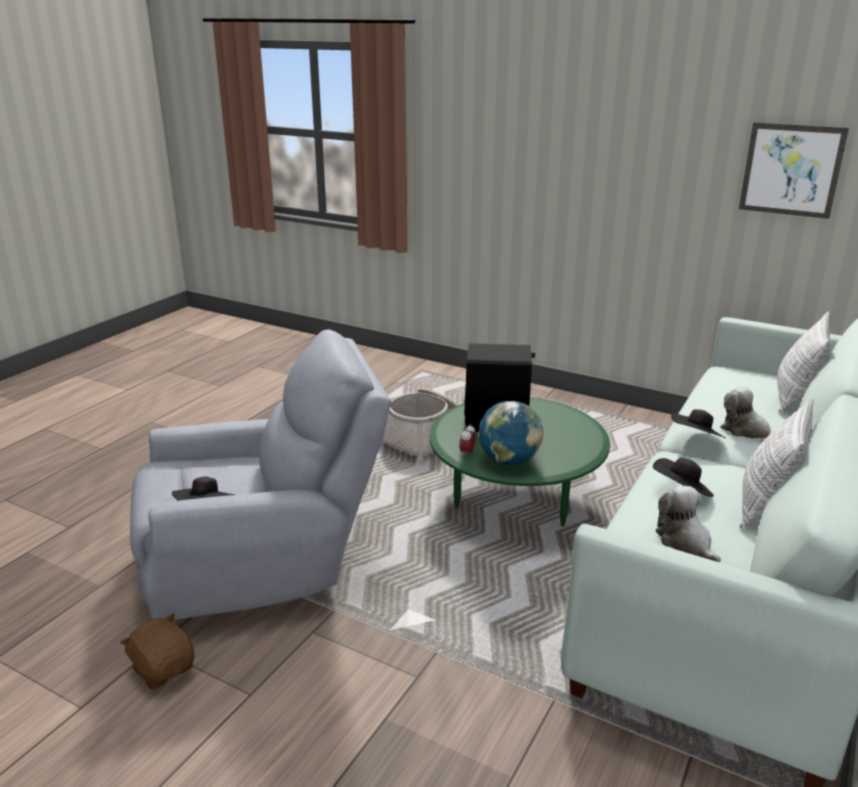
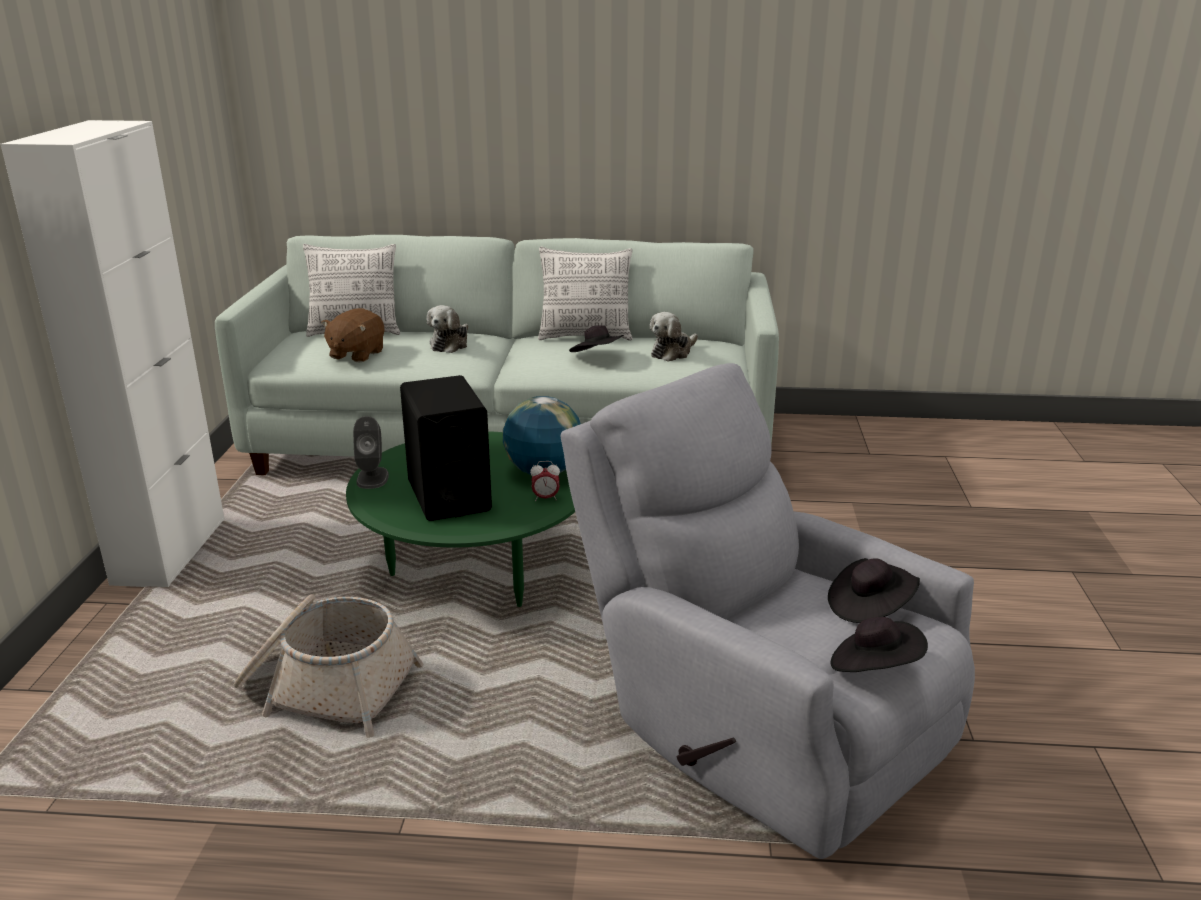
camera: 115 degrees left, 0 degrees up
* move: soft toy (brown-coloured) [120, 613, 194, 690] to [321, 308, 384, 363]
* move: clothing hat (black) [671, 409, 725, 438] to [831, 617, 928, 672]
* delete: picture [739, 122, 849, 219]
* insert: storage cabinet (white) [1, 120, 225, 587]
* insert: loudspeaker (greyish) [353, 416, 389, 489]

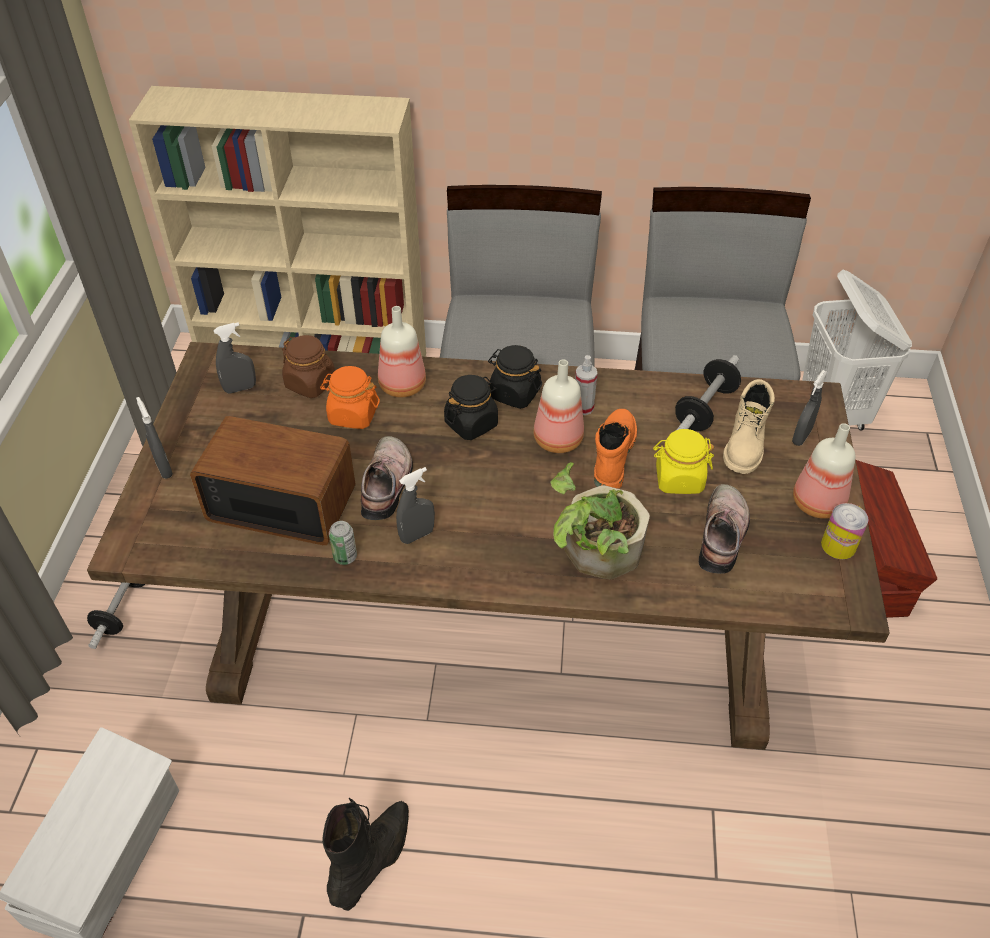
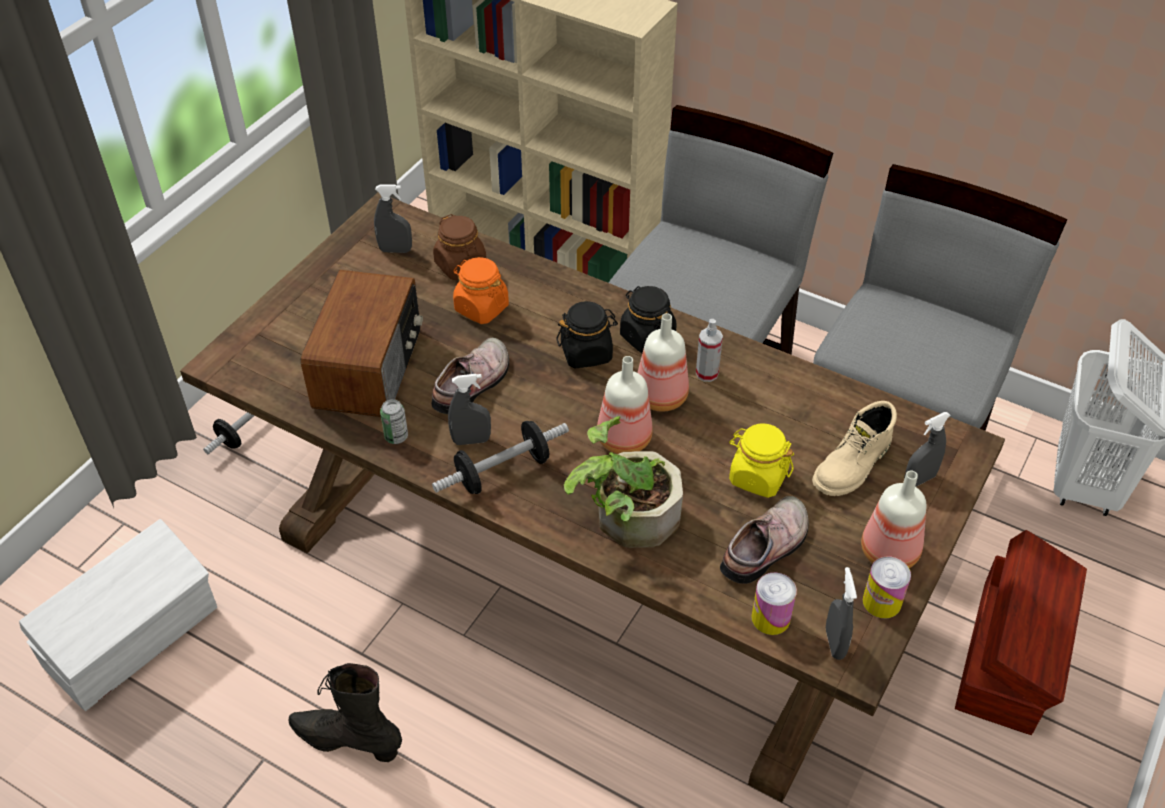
camera: 25 degrees right, 0 degrees up
* move: hand sprayer (greyish) [136, 397, 173, 479] to [826, 567, 857, 660]
* rotate: radio receiver [190, 416, 356, 545] = [301, 270, 423, 417] 60 degrees clockwise
* rotate: boot (black) [322, 798, 409, 911] = [288, 663, 402, 762] 120 degrees counterclockwise
* move: bottle [378, 306, 426, 397] to [597, 356, 653, 454]
* delete: boot (orange-coloured) [594, 409, 637, 489]
* move: dumbbell [675, 355, 741, 431] to [432, 421, 569, 494]
* insert: metal can [751, 572, 797, 635]

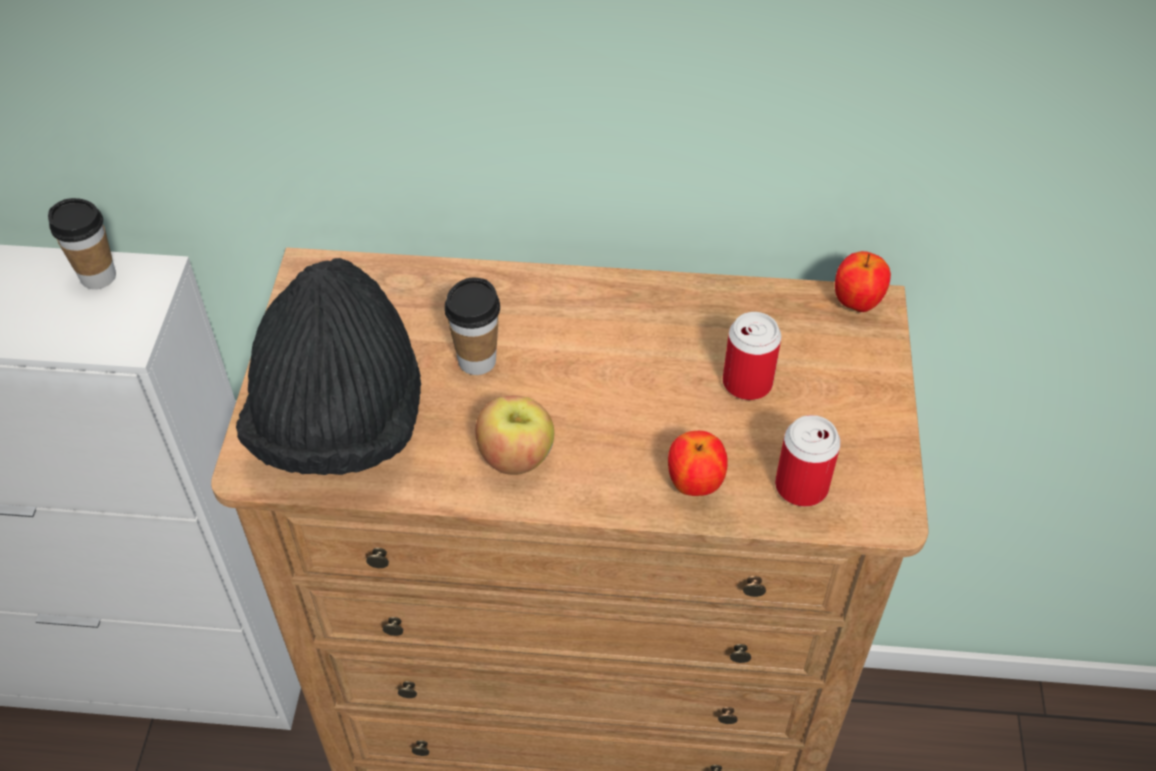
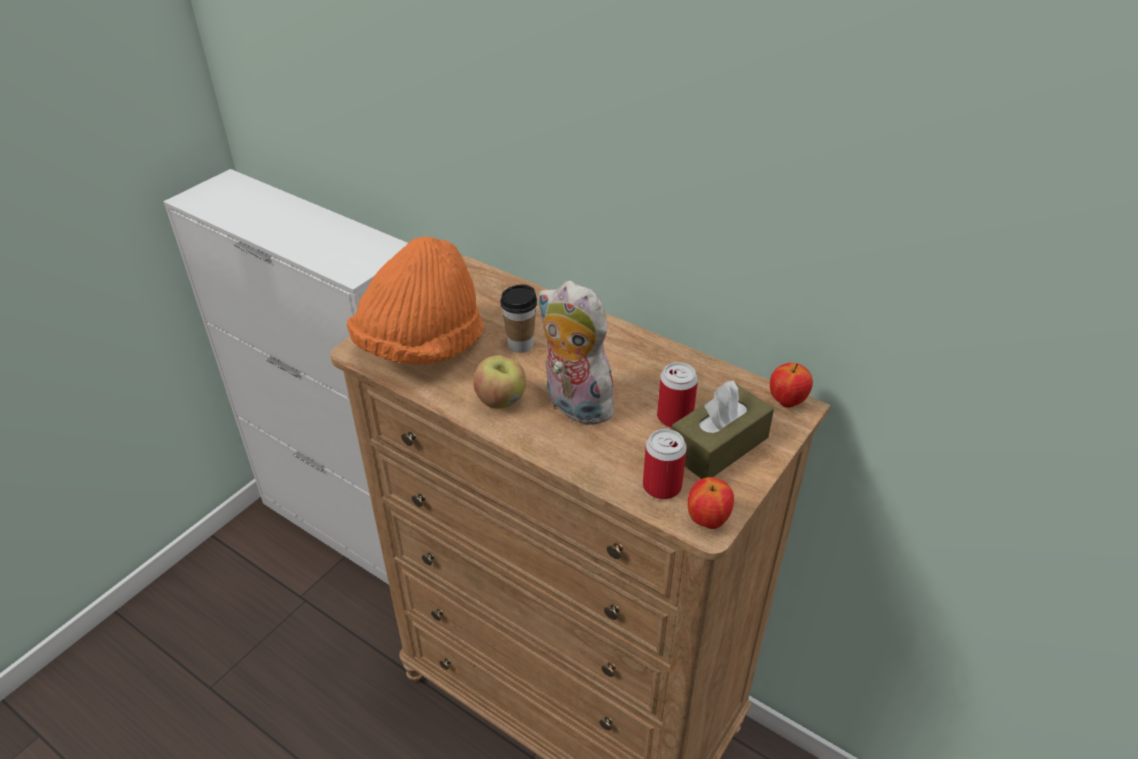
camera: 30 degrees right, 10 degrees down
* delete: small cup [48, 198, 116, 289]
* recolor: clothing hat (black) [236, 258, 421, 475] to clothing hat (orange-coloured) [347, 236, 483, 365]
* move: apple fruit [668, 431, 728, 496] to [688, 477, 734, 529]
* insert: soft toy [539, 281, 619, 425]
* insert: tissue box (brown-coloured) [671, 381, 774, 479]

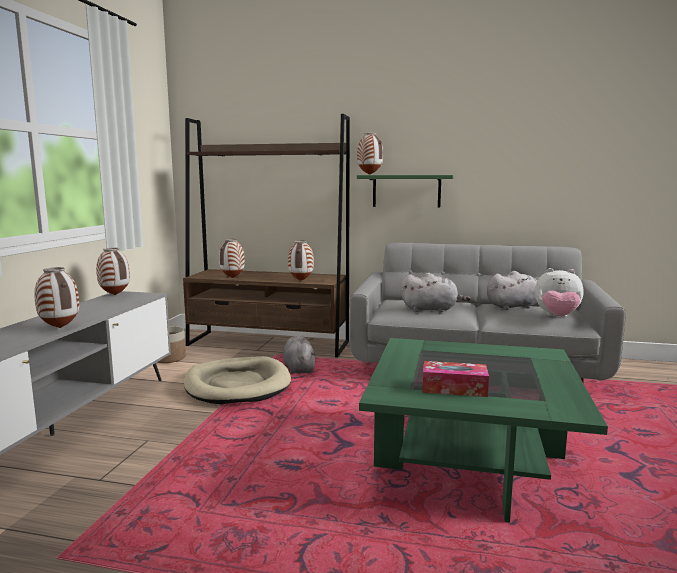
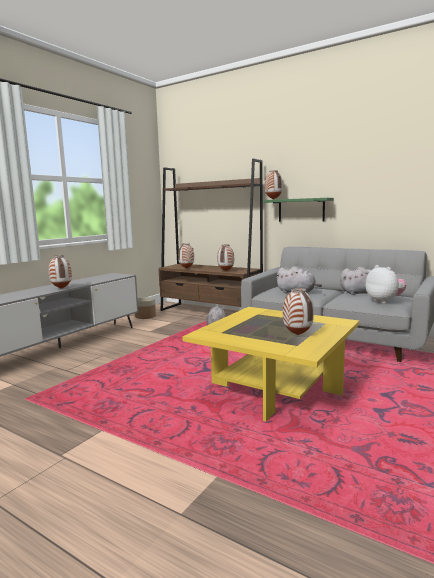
camera: 20 degrees right, 0 degrees up
* move: flower vase [96, 248, 130, 295] to [283, 288, 314, 335]
* delete: dog bed (beige) [183, 356, 291, 404]
* recolor: coffee table (green-coloured) [359, 338, 608, 523] to coffee table (yellow) [182, 307, 359, 421]
* delete: tissue box [422, 361, 489, 397]
* rotate: soft toy [535, 268, 583, 317] = [365, 265, 406, 303] 150 degrees counterclockwise

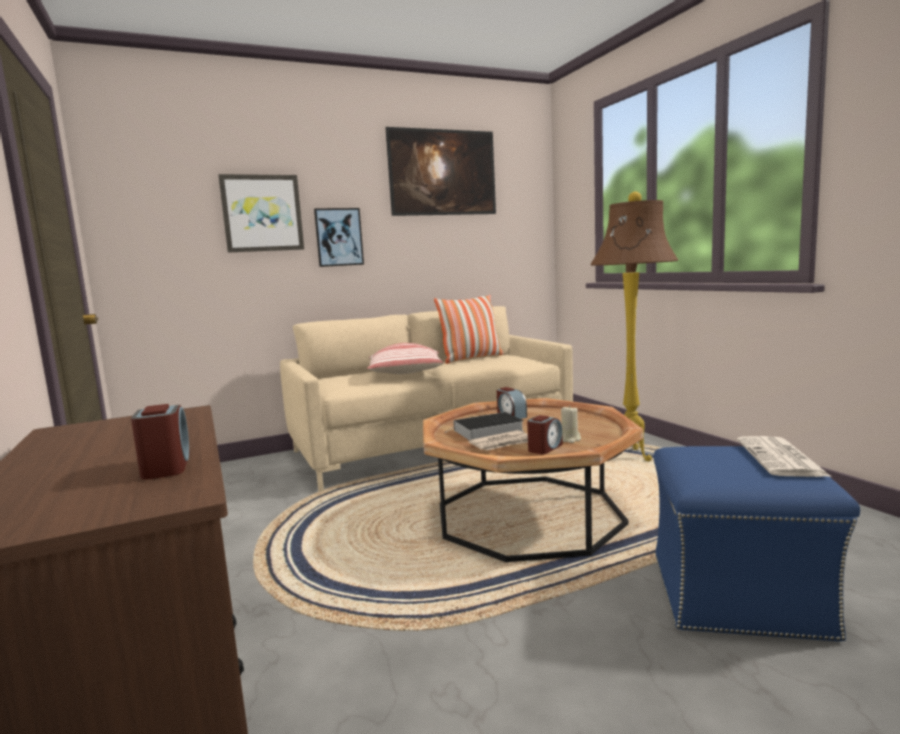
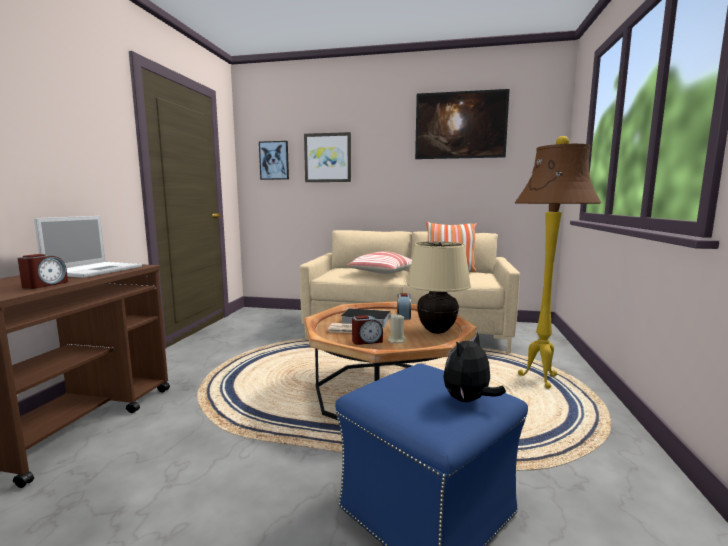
camera: 35 degrees right, 0 degrees up
* move: picture [314, 208, 364, 267] to [259, 141, 289, 180]
* replace: newspaper [737, 436, 831, 477] to soft toy [443, 332, 506, 402]
* insert: laptop [34, 216, 142, 278]
* insert: tabletop lamp (beige) [407, 242, 471, 334]

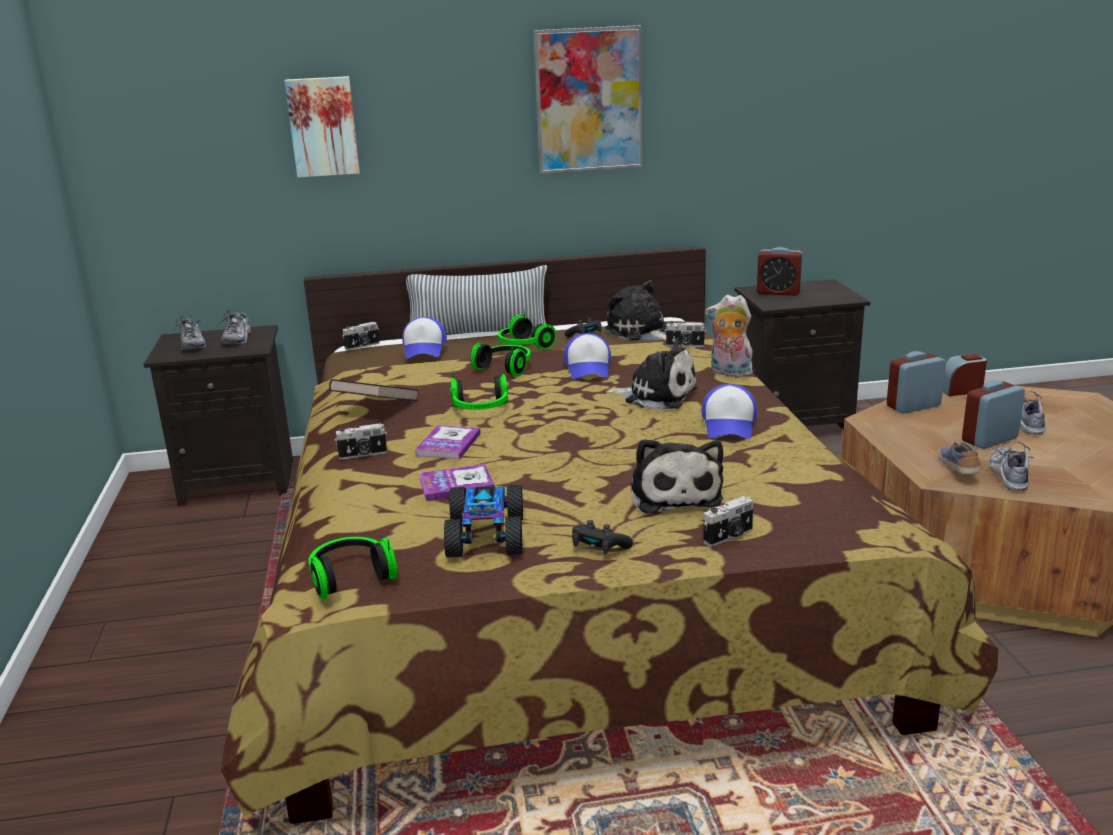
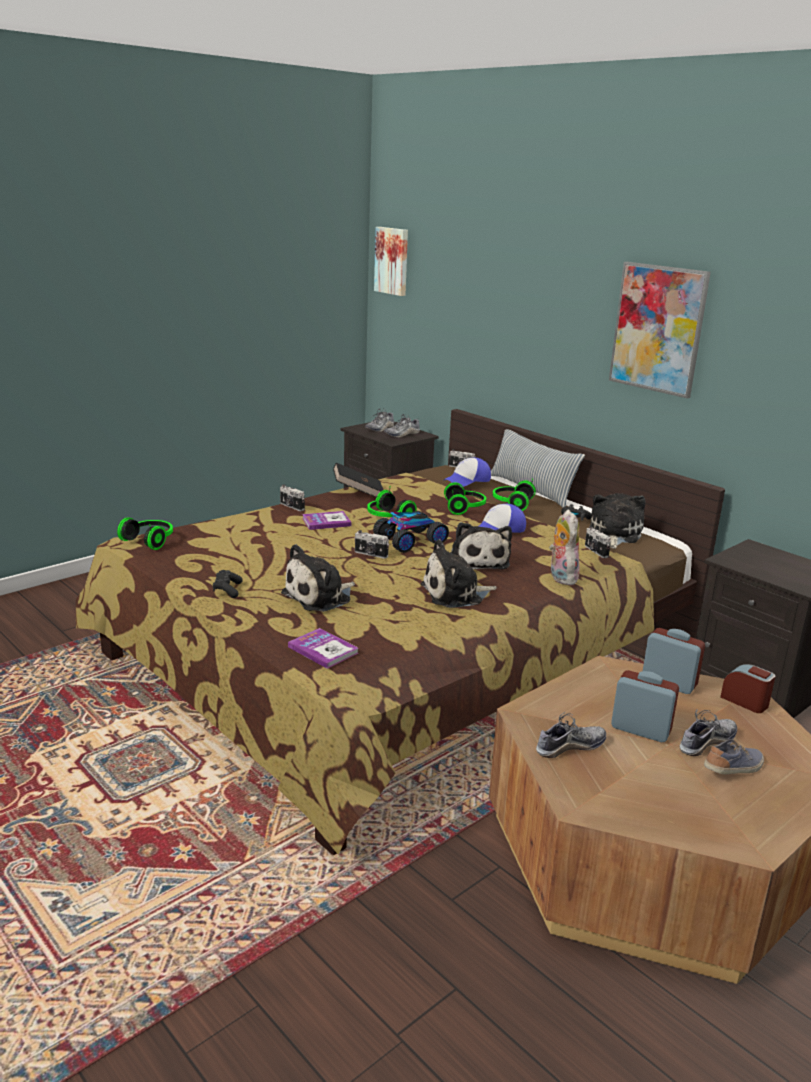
camera: 55 degrees right, 0 degrees up
* move: picture [285, 76, 360, 177] to [374, 227, 408, 296]
* move: volume [419, 464, 495, 501] to [288, 628, 358, 669]
* move: model car [444, 485, 523, 558] to [373, 511, 449, 553]
* replace: peaked cap [702, 384, 757, 439] to soft toy [421, 539, 497, 608]
* move: still camera [703, 496, 753, 547] to [354, 530, 389, 559]
* delete: table clock [757, 247, 802, 296]
* move: shoe [938, 442, 981, 474] to [704, 739, 764, 774]

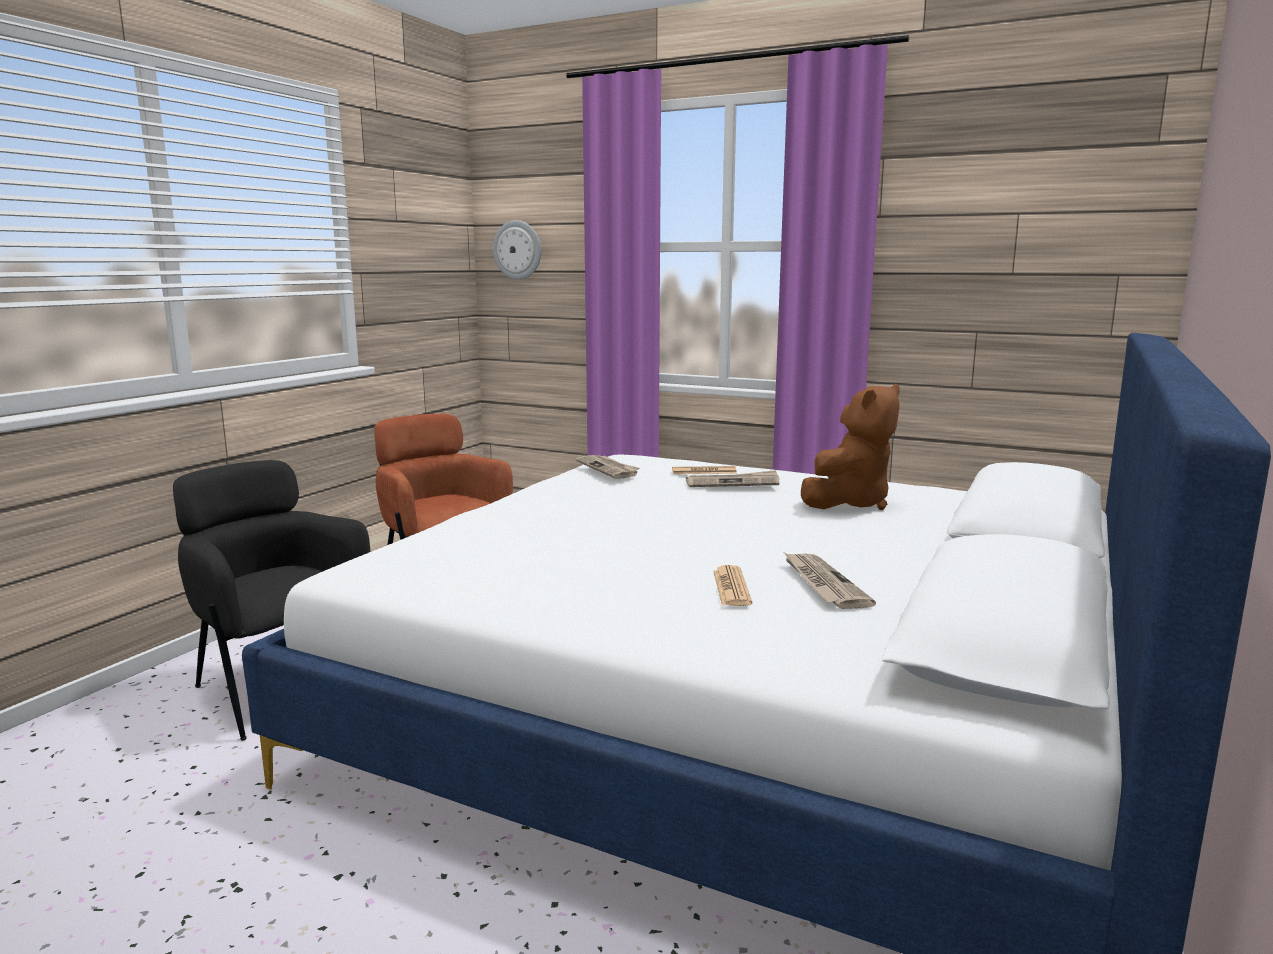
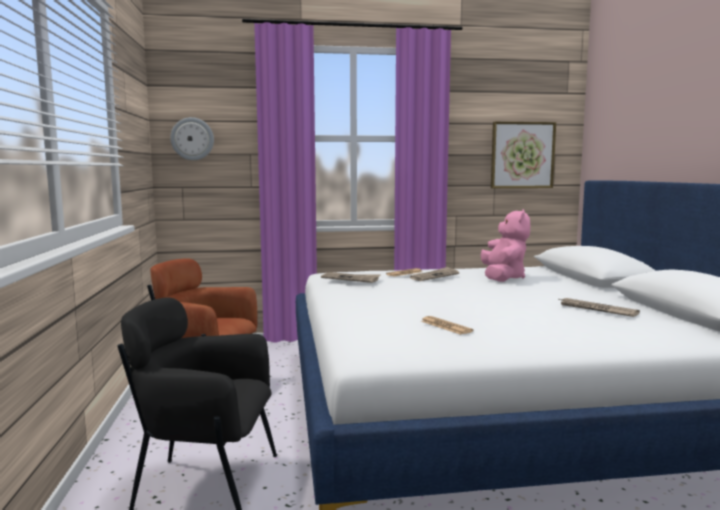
camera: 35 degrees left, 5 degrees down
* move: newspaper [713, 565, 752, 606] to [421, 316, 473, 335]
* recolor: soft toy (brown-coloured) [801, 384, 899, 510] to soft toy (pinkish) [481, 209, 530, 282]
* insert: picture [491, 122, 556, 188]

